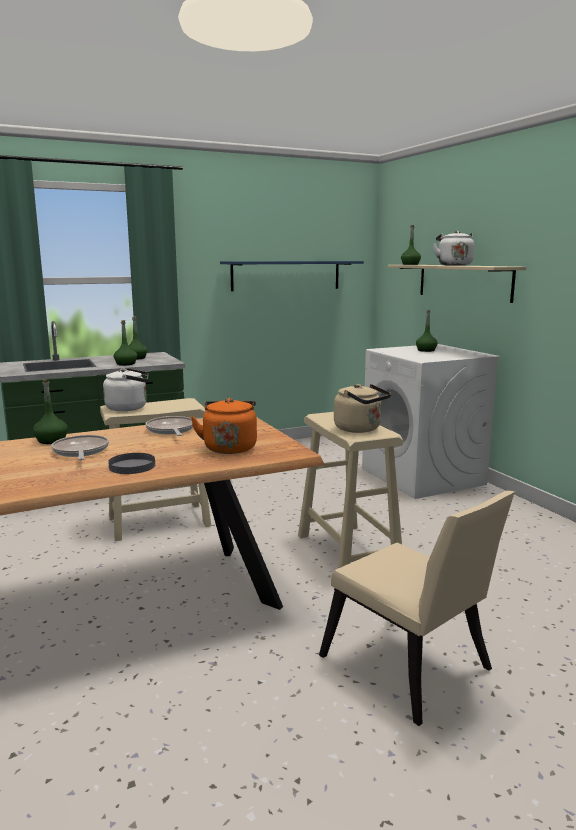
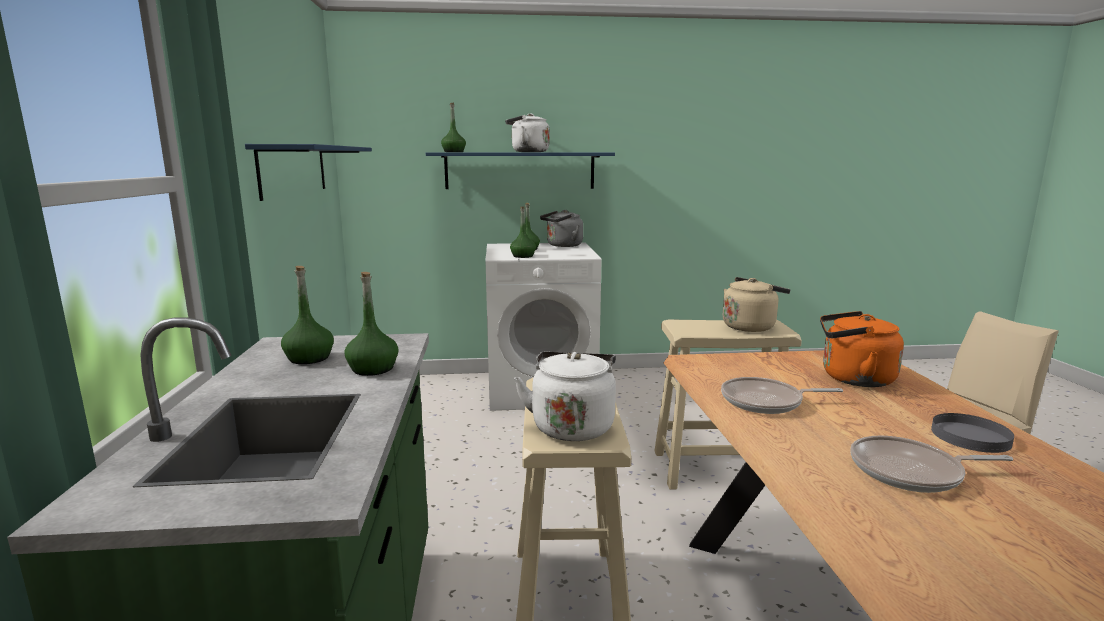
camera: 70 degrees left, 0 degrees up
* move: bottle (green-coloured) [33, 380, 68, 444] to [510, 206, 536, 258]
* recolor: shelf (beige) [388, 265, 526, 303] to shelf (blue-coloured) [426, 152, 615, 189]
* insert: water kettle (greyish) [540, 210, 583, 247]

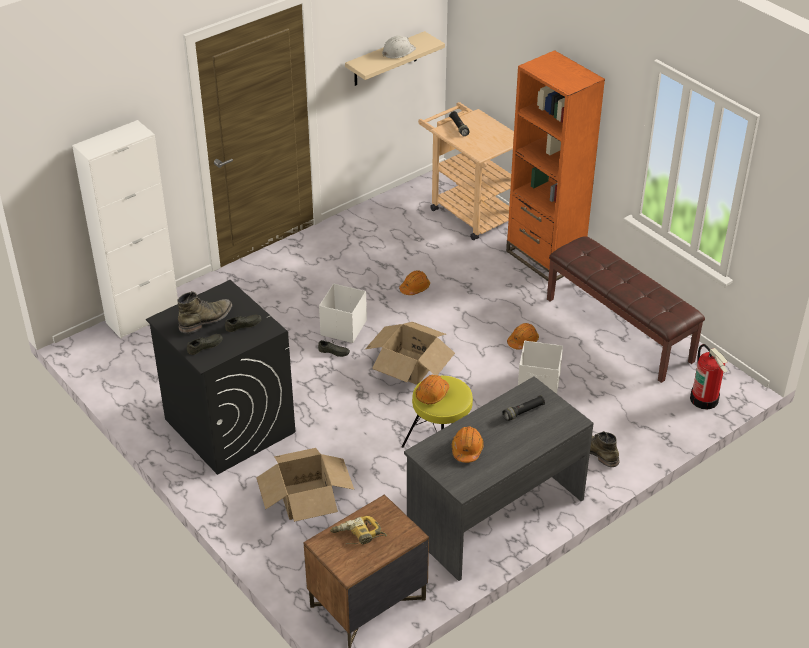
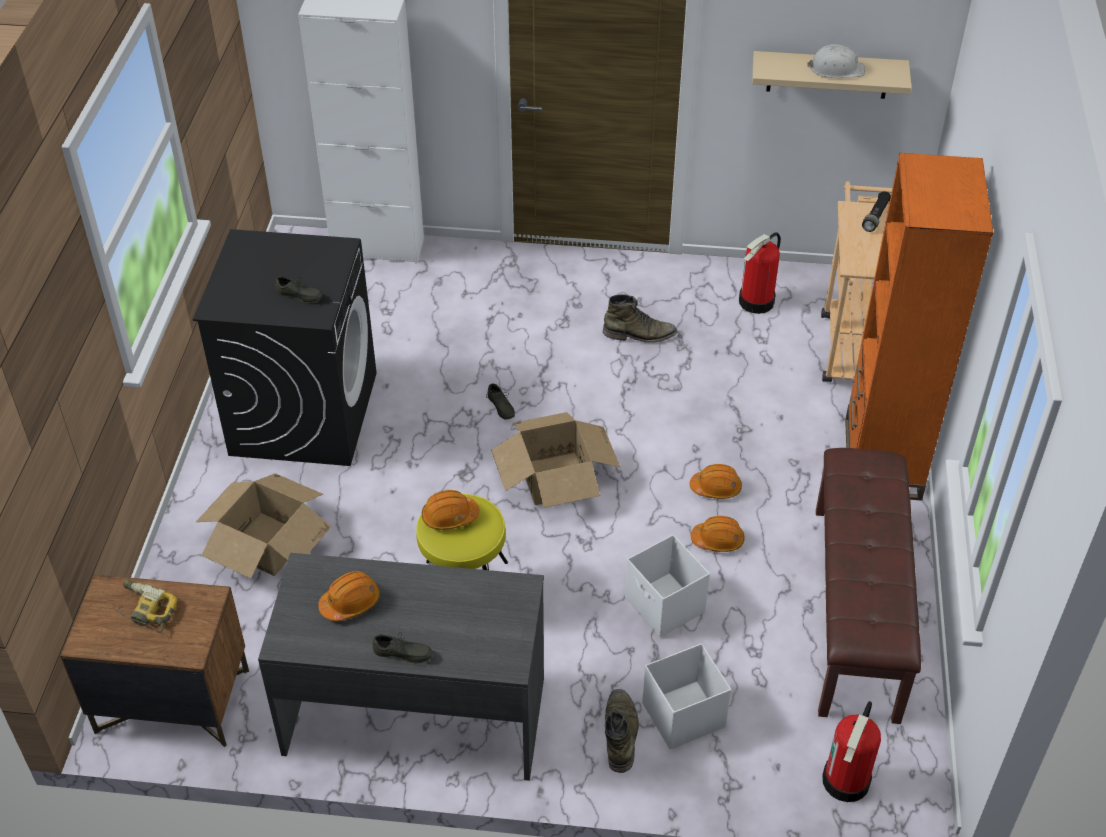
camera: 45 degrees right, 5 degrees up
* move: boot (green-coloured) [177, 291, 232, 334] to [603, 294, 677, 343]
* move: shoe (greyish) [187, 334, 223, 355] to [373, 632, 433, 664]
* move: storage bin (white) [319, 284, 367, 343] to [642, 643, 731, 749]
* move: work helmet (orange-coloured) [399, 270, 430, 295] to [690, 464, 742, 499]
* delete: hand torch (black) [503, 395, 545, 421]
* insert: fire extinguisher [739, 232, 781, 314]

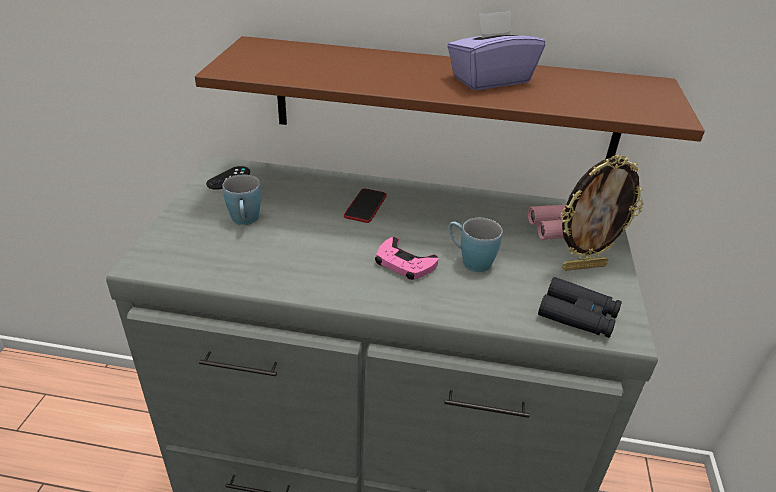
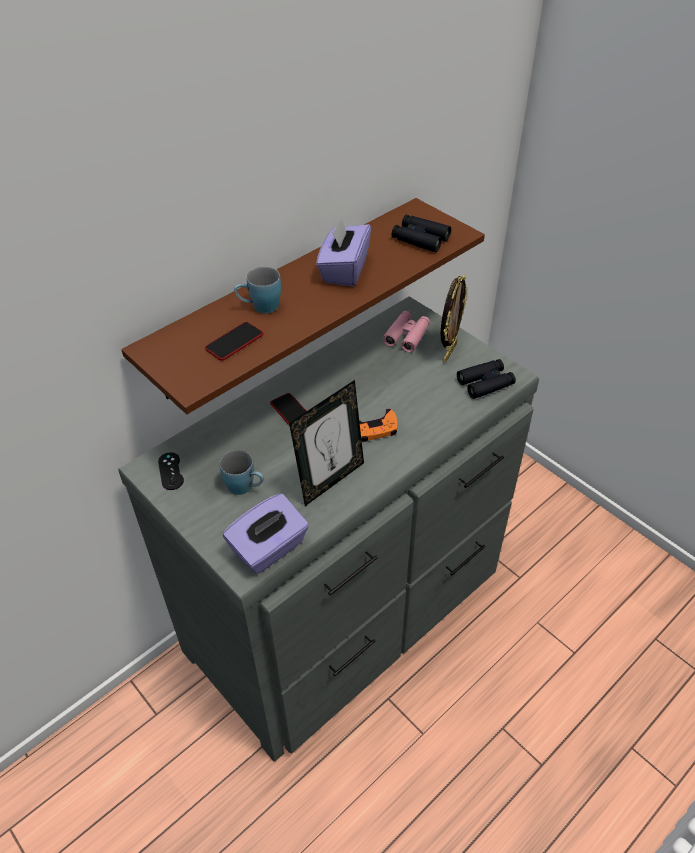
camera: 50 degrees left, 10 degrees up
* recolor: game controller (pinkish) [375, 237, 438, 280] to game controller (orange-coloured) [359, 409, 397, 442]
* move: coffee mug (blue-coloured) [448, 218, 503, 272] to [234, 266, 281, 313]
* insert: telephone [205, 322, 263, 360]
* insert: tissue box (purple) [223, 493, 309, 574]
* insert: photo frame [289, 380, 364, 506]
* insert: binoculars (black) [392, 215, 451, 252]

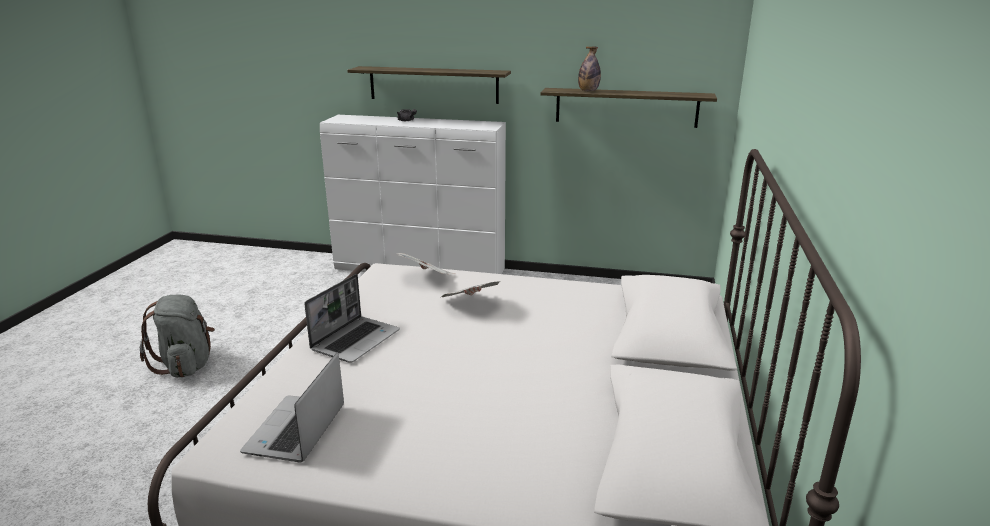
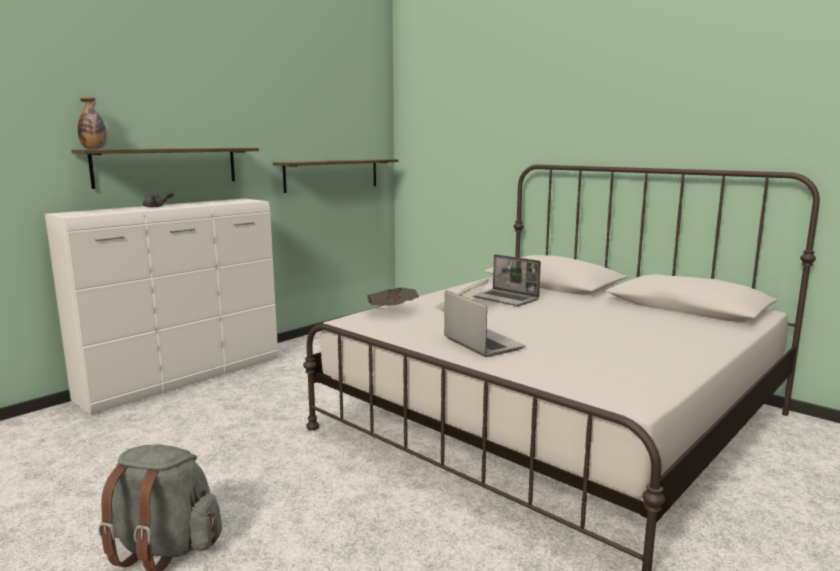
camera: 60 degrees left, 10 degrees down
* move: laptop [240, 352, 344, 463] to [473, 254, 541, 306]
* move: bottle [578, 47, 601, 91] to [78, 98, 107, 149]

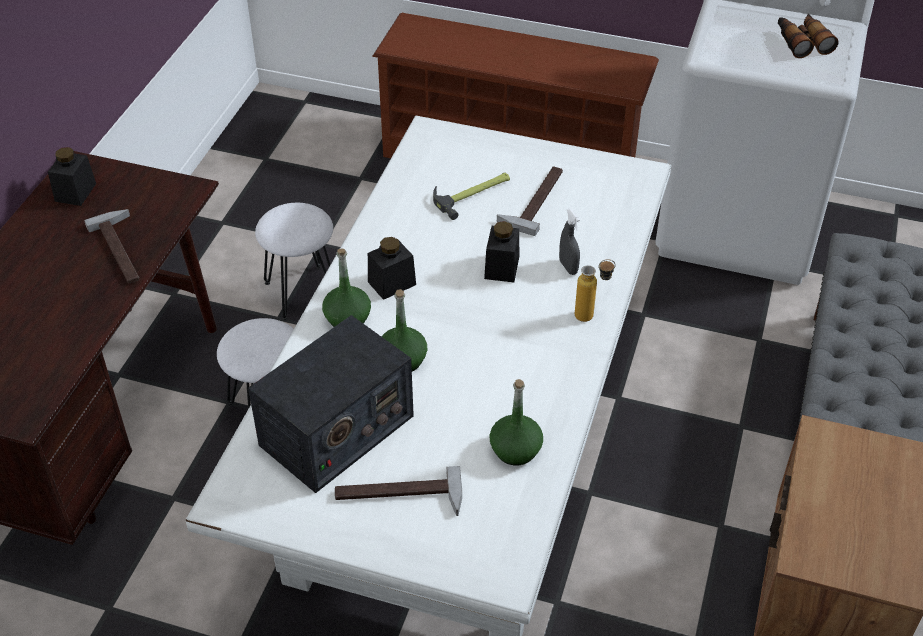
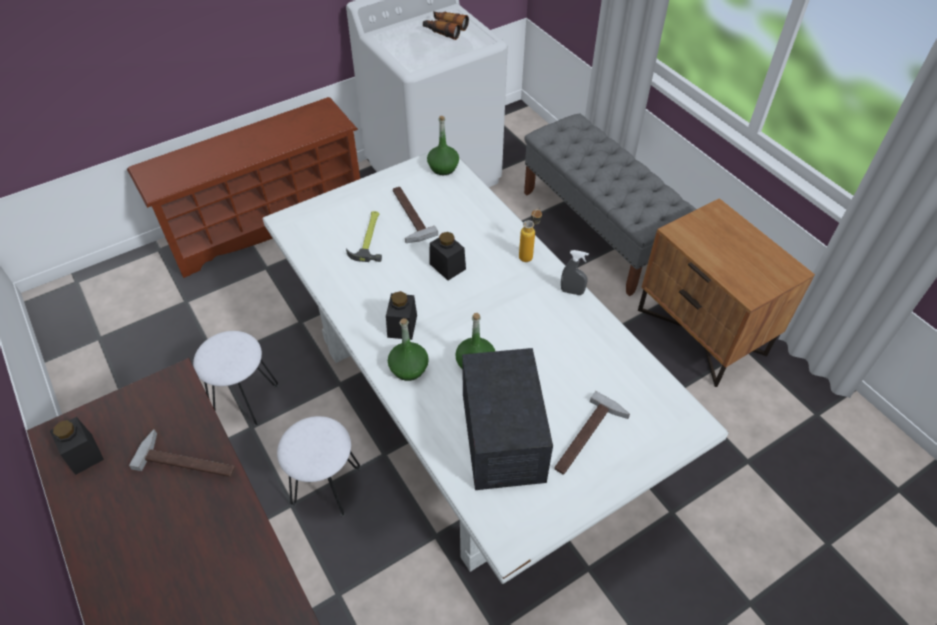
camera: 50 degrees left, 5 degrees up
* move: bottle (green-coloured) [490, 379, 543, 465] to [427, 116, 459, 175]
* move: hand sprayer (greyish) [559, 209, 580, 275] to [561, 250, 589, 295]

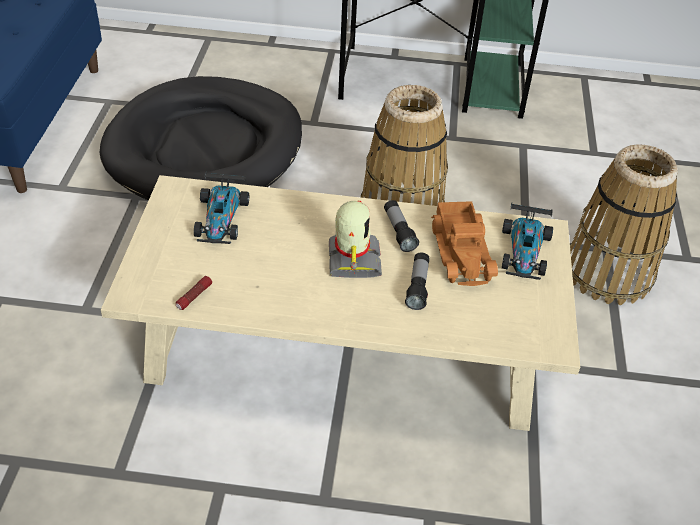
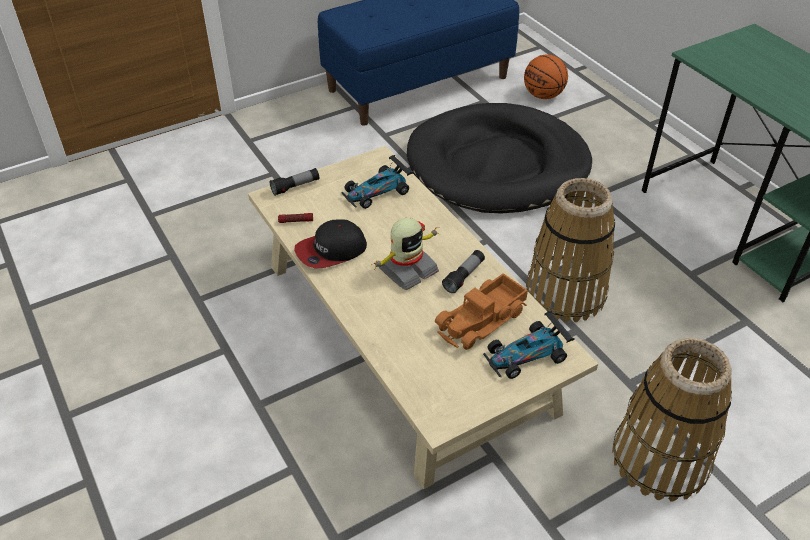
camera: 55 degrees right, 0 degrees up
* move: hand torch [405, 252, 430, 310] to [270, 168, 319, 196]
* insert: peaked cap [294, 219, 367, 268]
* insert: ball for basketball [524, 55, 568, 99]

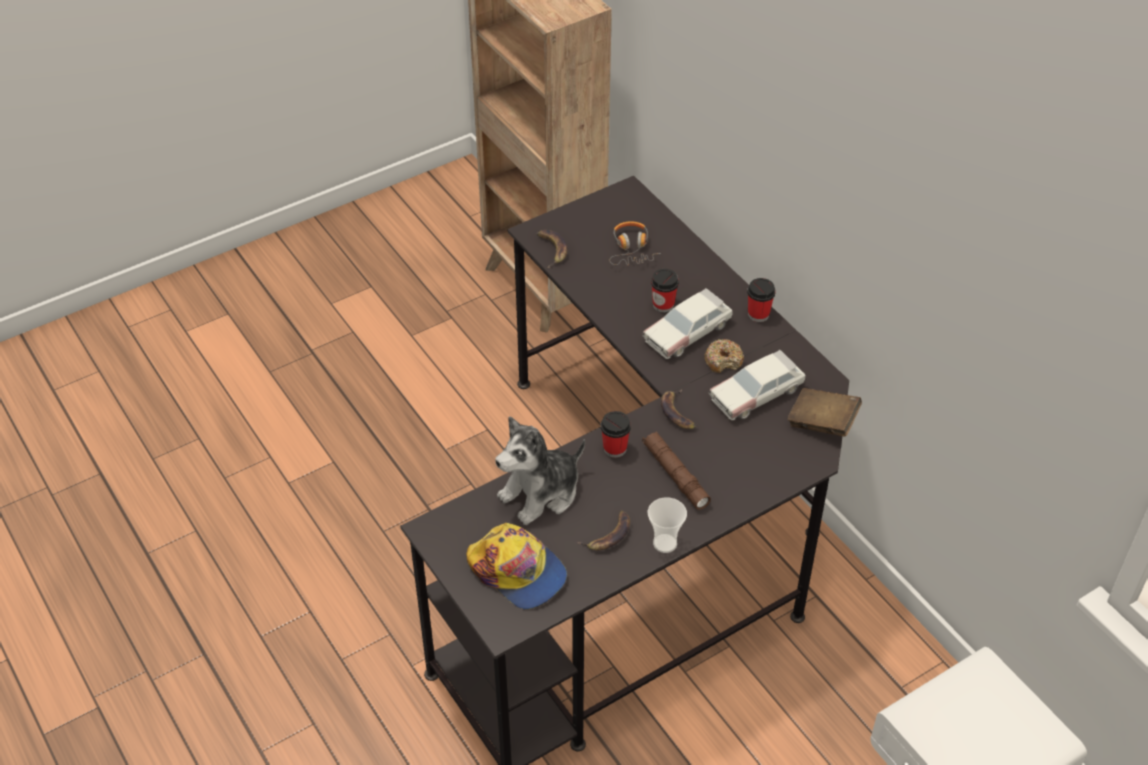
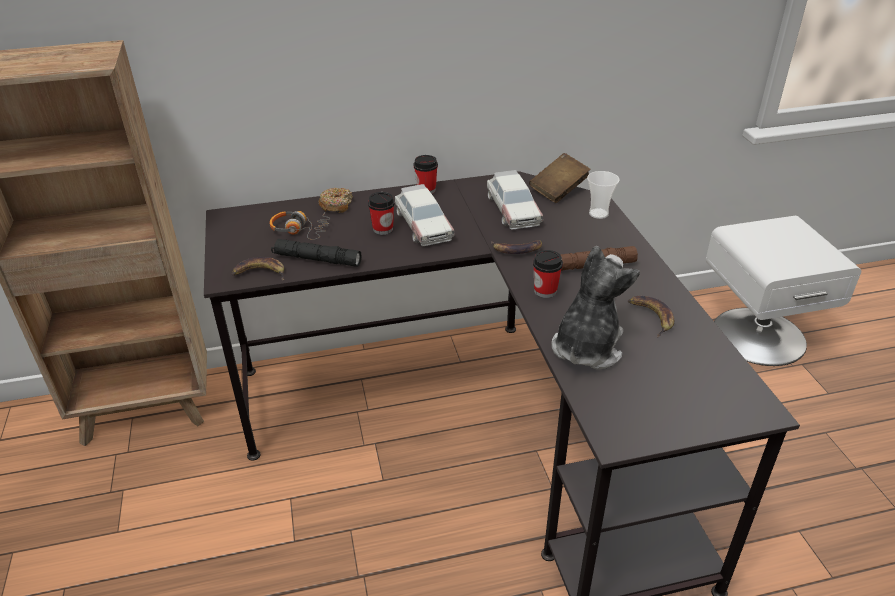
camera: 70 degrees left, 10 degrees down
* delete: peaked cap [466, 523, 567, 609]
* rotate: soft toy [495, 416, 585, 525] = [551, 246, 640, 370] 135 degrees counterclockwise
* move: small cup [648, 497, 687, 553] to [587, 171, 620, 219]
* move: donut [704, 339, 744, 373] to [318, 188, 353, 213]
* insert: hand torch (black) [271, 239, 361, 267]

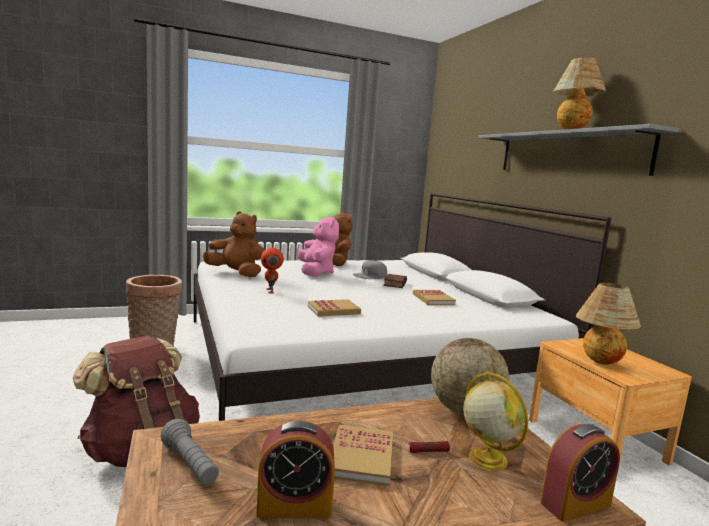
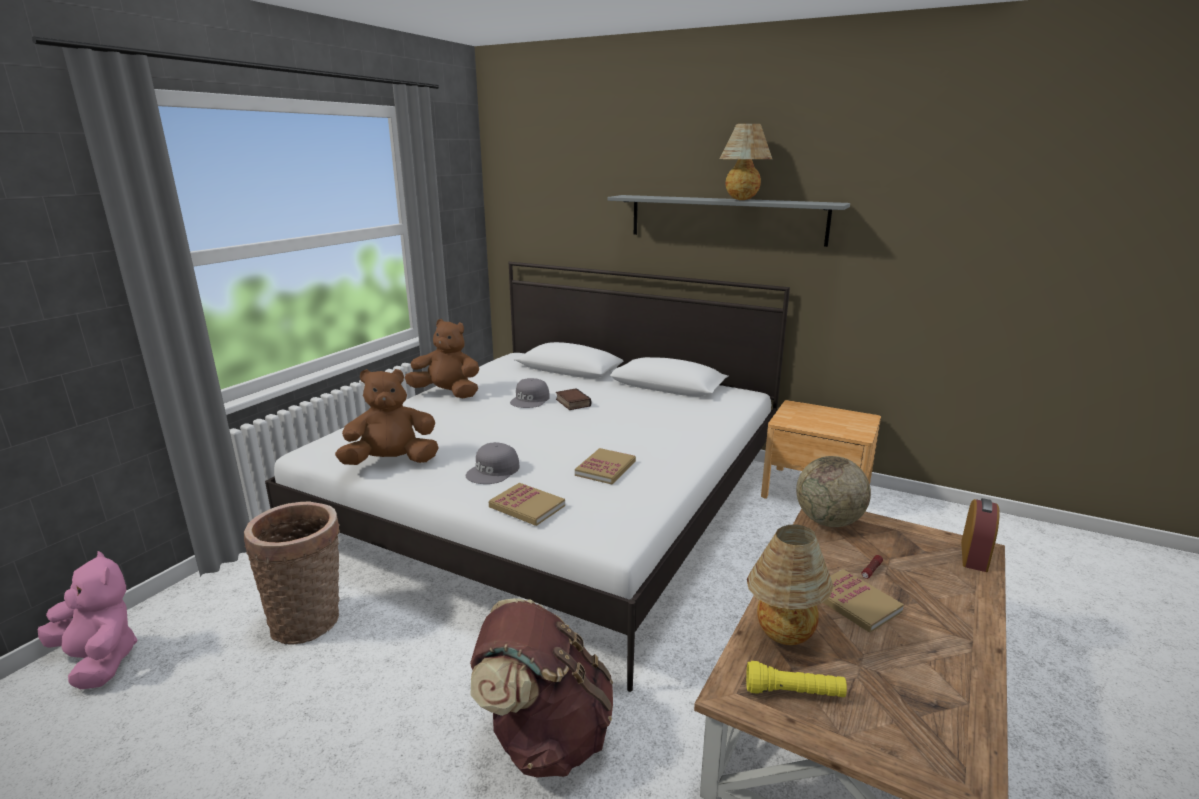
camera: 40 degrees left, 10 degrees up
* recolor: hand torch (greyish) [161, 419, 219, 485] to hand torch (yellow) [746, 661, 847, 697]
* delete: table clock [256, 420, 335, 518]
* replace: robot figure [261, 243, 284, 293] to peaked cap (greyish) [466, 442, 519, 484]
* move: soft toy (pinkish) [298, 216, 339, 277] to [38, 551, 138, 689]
* move: volume [413, 290, 456, 305] to [489, 483, 565, 526]
* delete: world globe [463, 372, 528, 471]
* move: tabletop lamp [576, 283, 641, 365] to [747, 525, 834, 645]

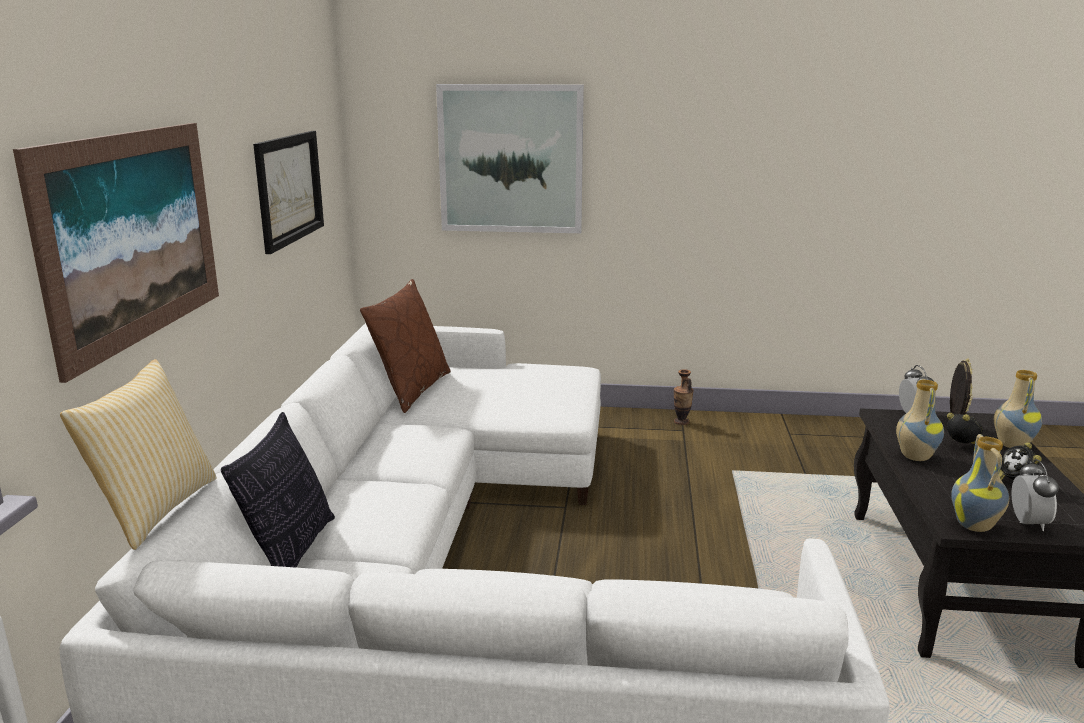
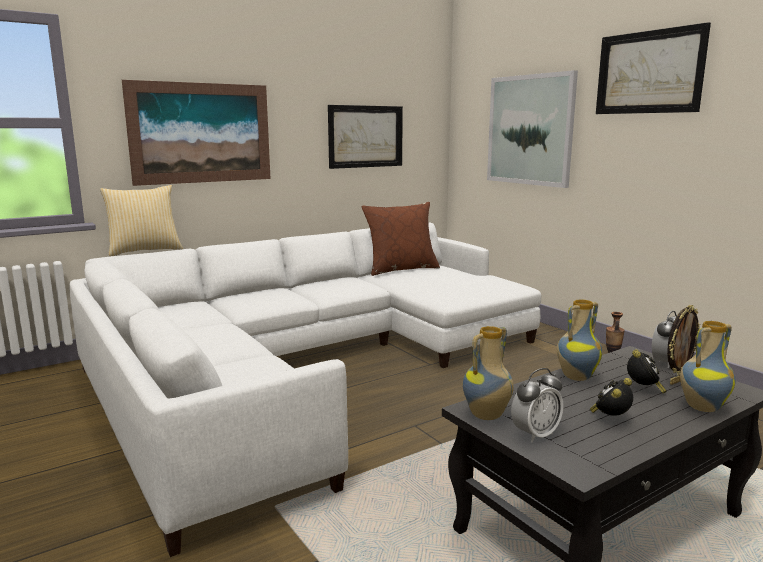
camera: 50 degrees right, 5 degrees down
* delete: throw pillow [221, 412, 335, 568]
* insert: picture [596, 22, 711, 114]

